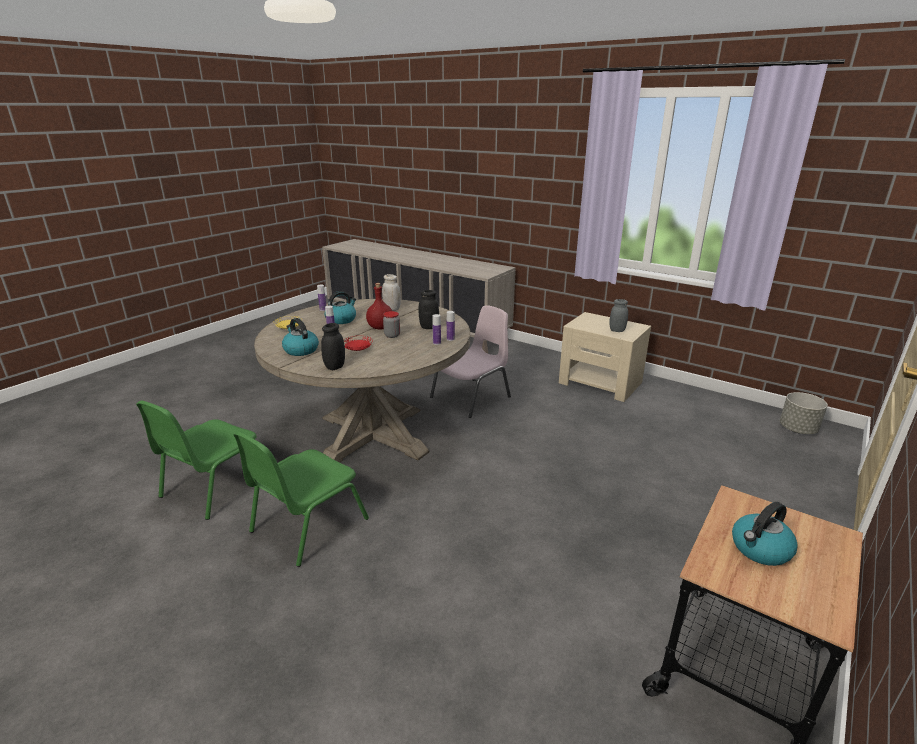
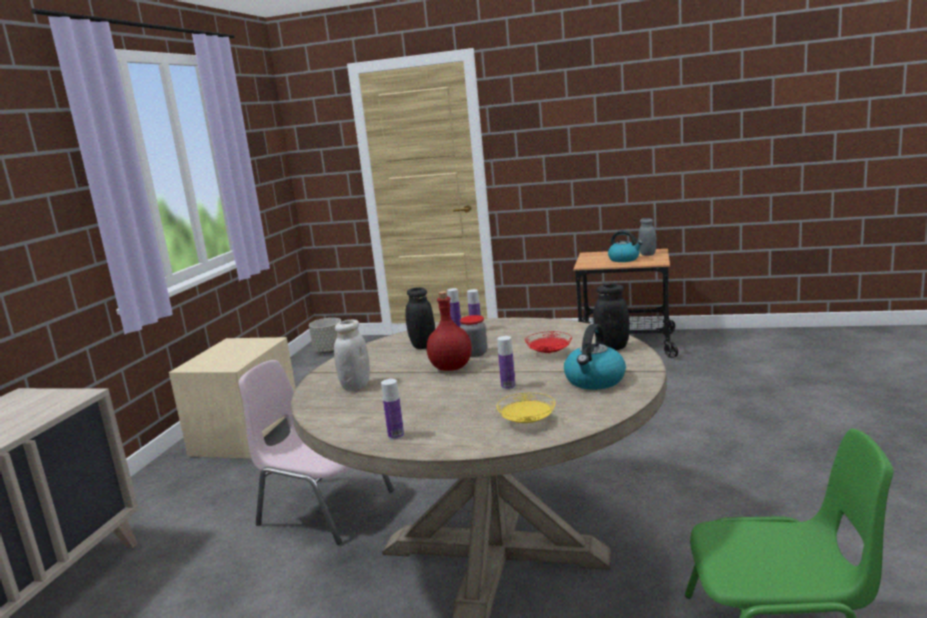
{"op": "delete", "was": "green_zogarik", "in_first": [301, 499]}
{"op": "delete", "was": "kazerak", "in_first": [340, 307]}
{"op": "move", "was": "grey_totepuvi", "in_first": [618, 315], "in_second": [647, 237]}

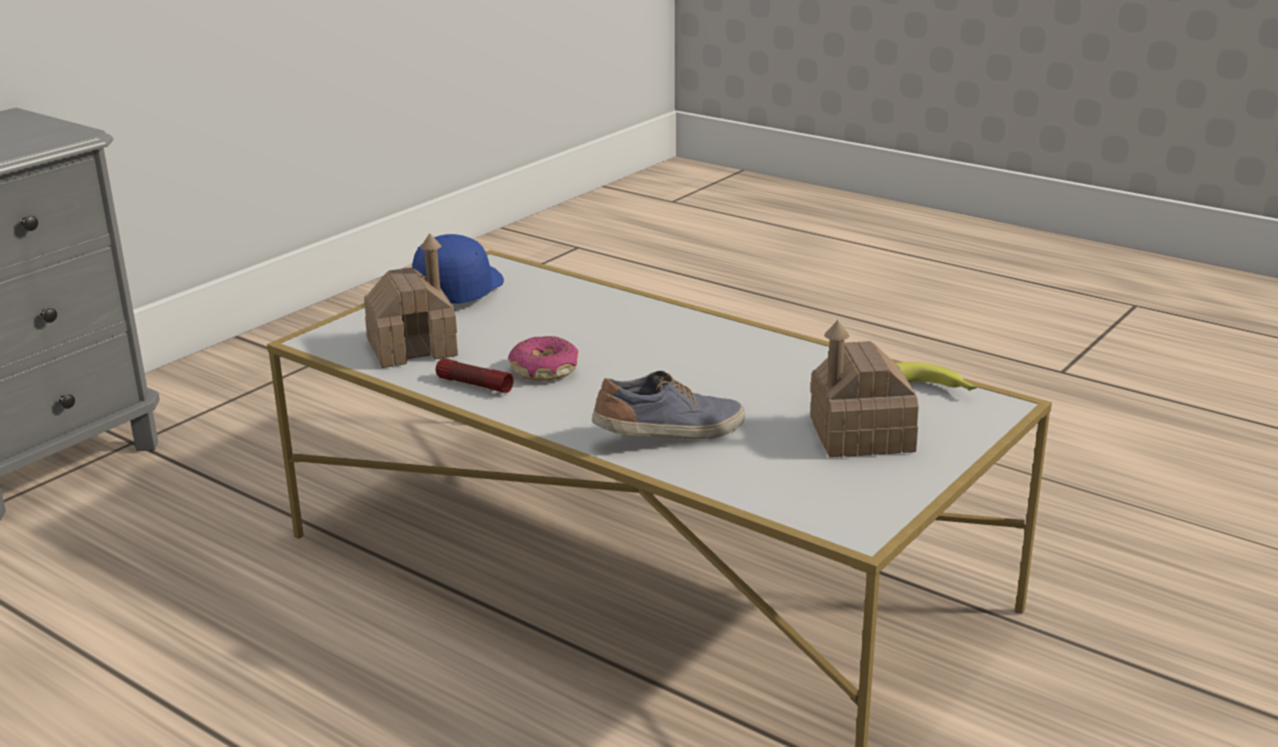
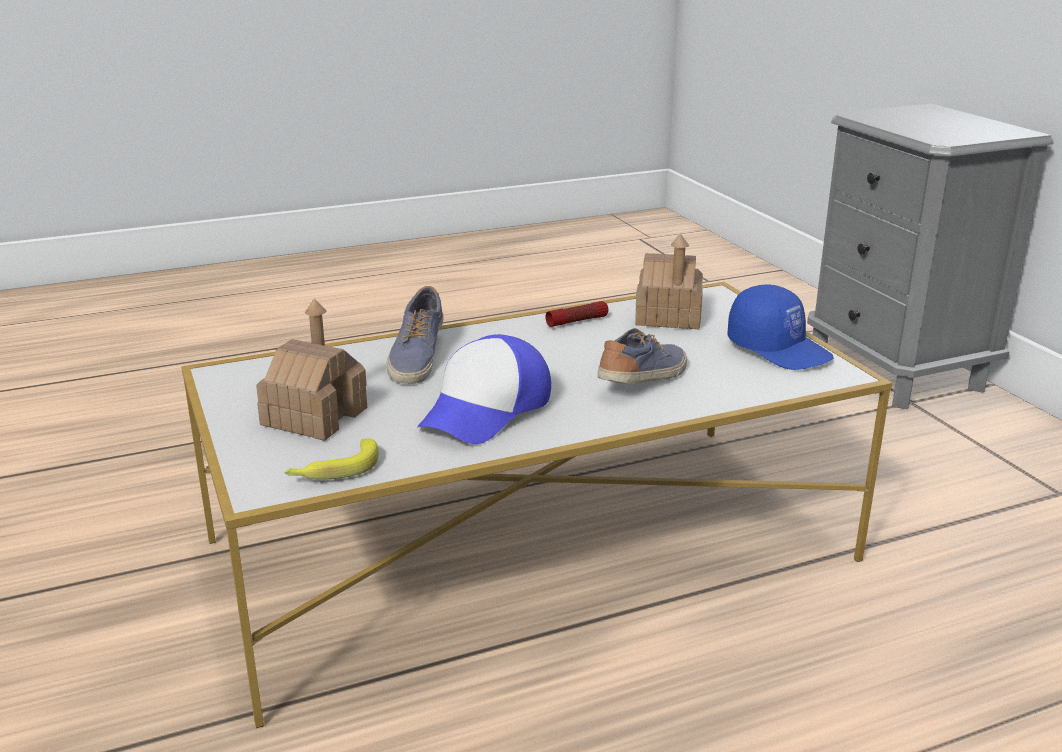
{"op": "delete", "was": "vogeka", "in_first": [543, 358]}
{"op": "insert", "now": "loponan", "in_second": [484, 389]}
{"op": "insert", "now": "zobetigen", "in_second": [642, 356]}

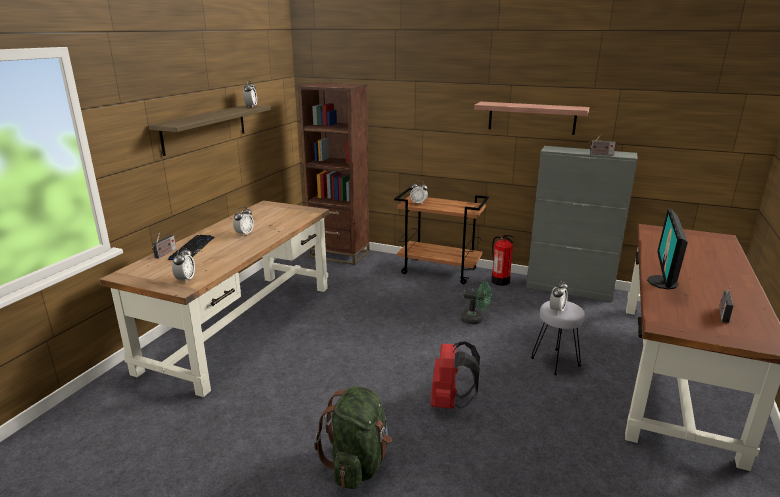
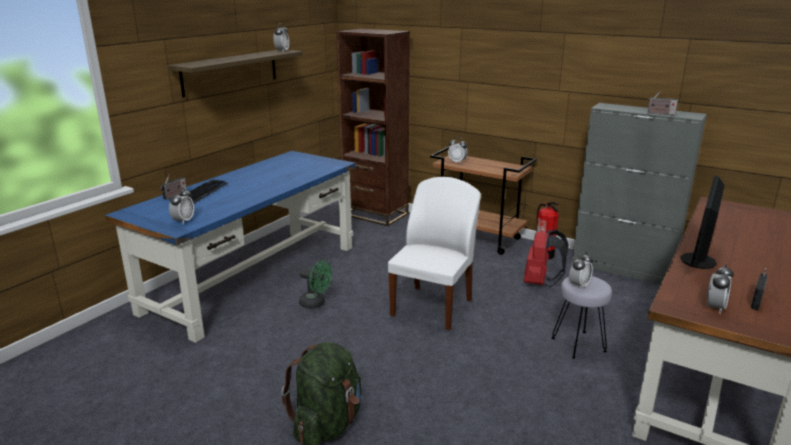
{"op": "delete", "was": "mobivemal", "in_first": [531, 118]}
{"op": "insert", "now": "white_zogarik", "in_second": [434, 253]}
{"op": "move", "was": "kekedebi", "in_first": [243, 222], "in_second": [720, 289]}
{"op": "move", "was": "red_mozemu", "in_first": [455, 375], "in_second": [546, 258]}
{"op": "move", "was": "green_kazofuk", "in_first": [476, 303], "in_second": [315, 284]}
{"op": "recolor", "was": "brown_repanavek", "now": "blue_repanavek", "in_first": [214, 299], "in_second": [230, 247]}

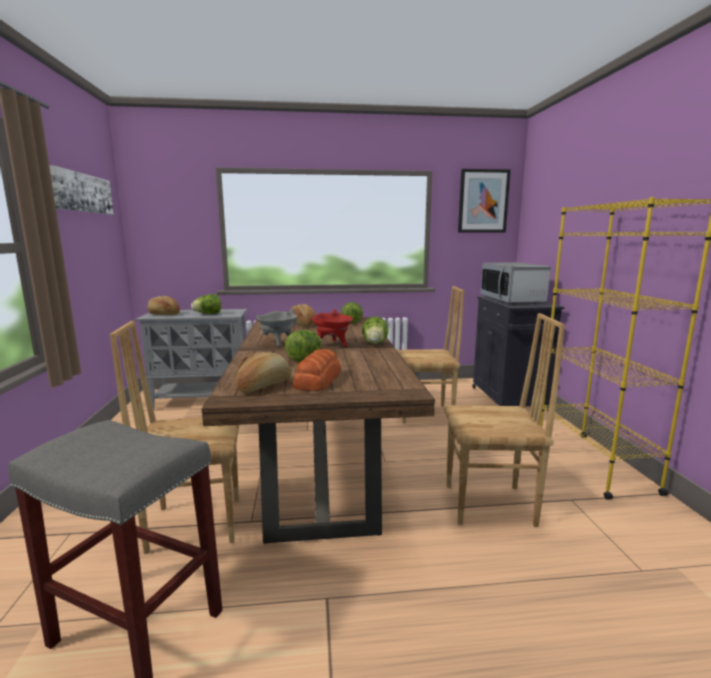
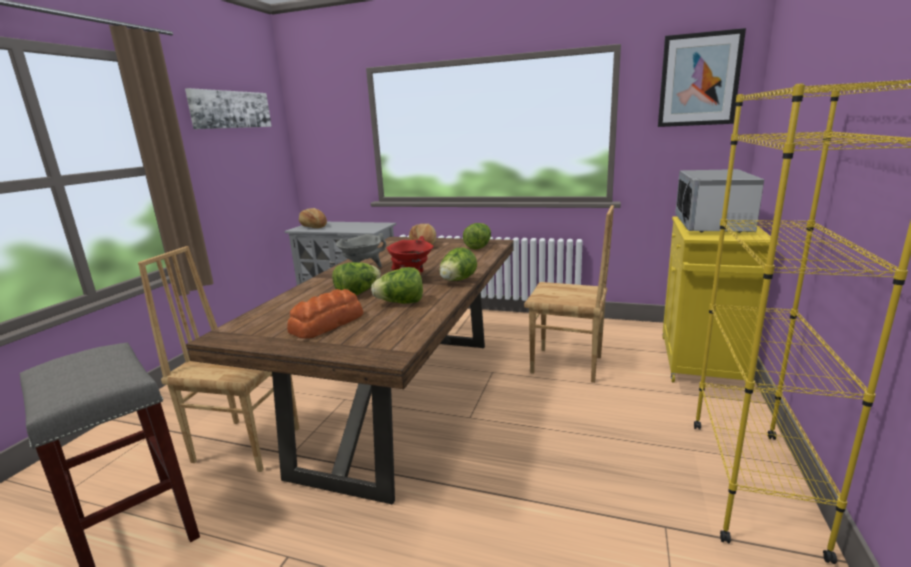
{"op": "delete", "was": "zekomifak", "in_first": [264, 372]}
{"op": "delete", "was": "brown_zogarik", "in_first": [504, 420]}
{"op": "move", "was": "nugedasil", "in_first": [206, 304], "in_second": [397, 285]}
{"op": "recolor", "was": "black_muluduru", "now": "yellow_muluduru", "in_first": [518, 354], "in_second": [720, 300]}

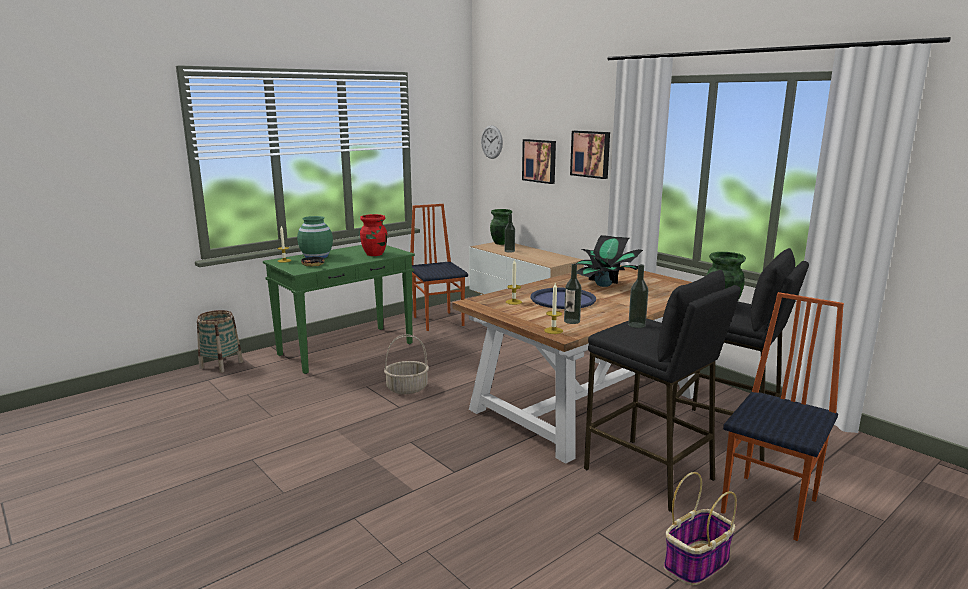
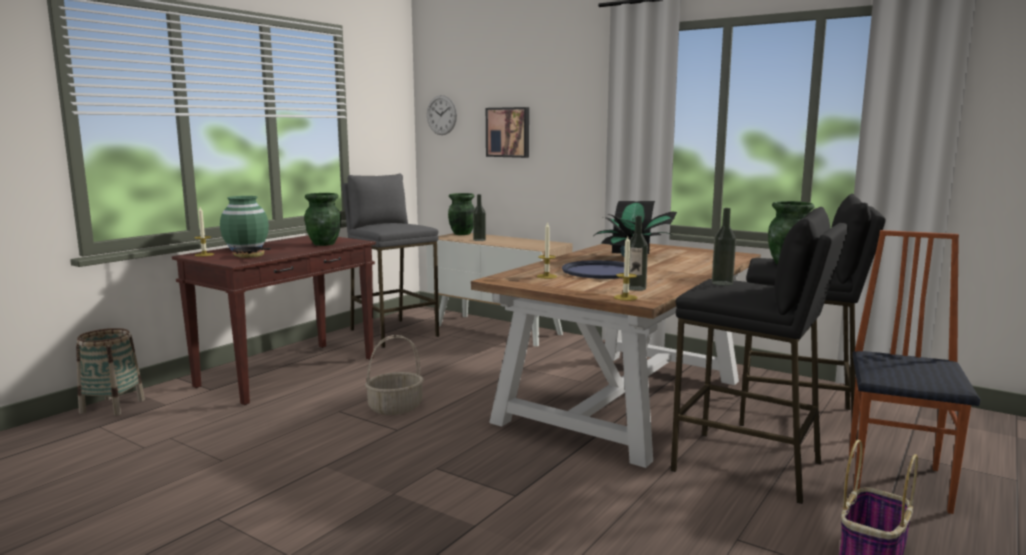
{"op": "delete", "was": "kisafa", "in_first": [590, 155]}
{"op": "replace", "was": "zogarik", "now": "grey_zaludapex", "in_first": [439, 267], "in_second": [390, 261]}
{"op": "recolor", "was": "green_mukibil", "now": "brown_mukibil", "in_first": [339, 309], "in_second": [274, 320]}
{"op": "recolor", "was": "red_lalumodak", "now": "green_lalumodak", "in_first": [373, 235], "in_second": [322, 219]}

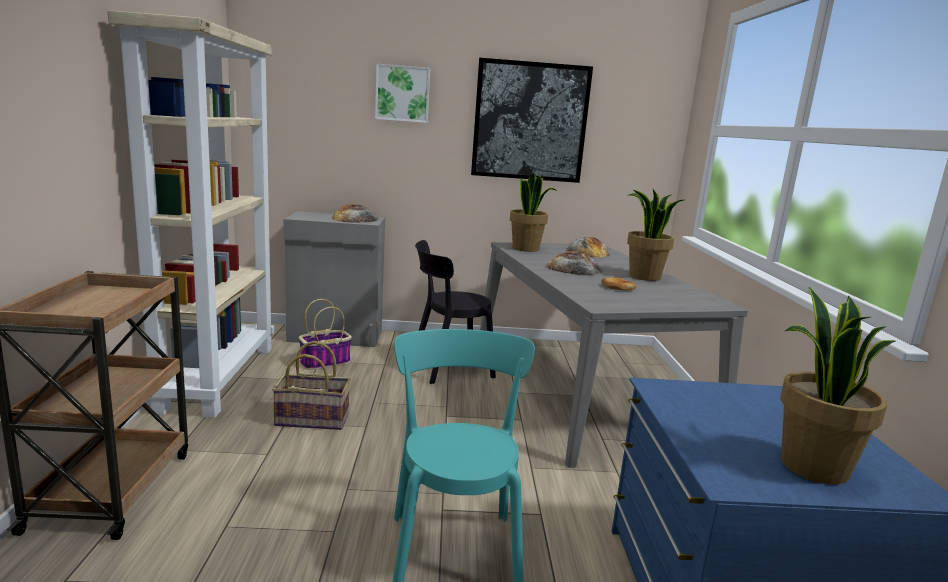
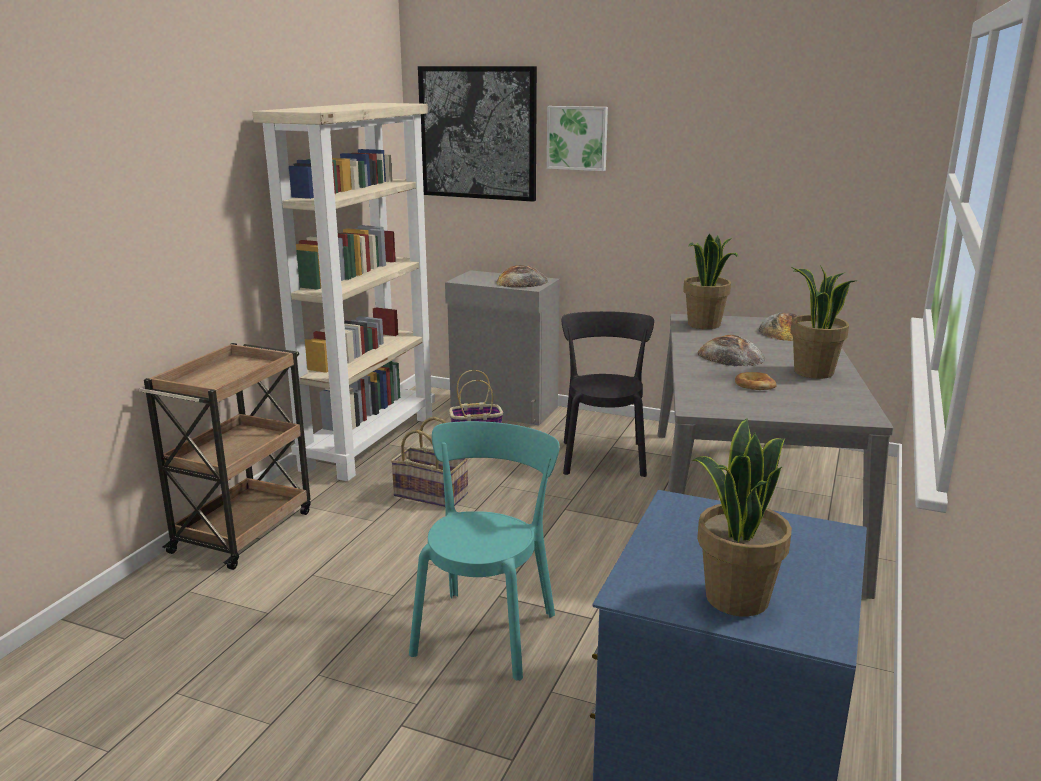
{"op": "move", "was": "kisafa", "in_first": [532, 120], "in_second": [477, 134]}
{"op": "rotate", "was": "black_zogarik", "in_first": [455, 312], "in_second": [608, 394], "clockwise": 90}

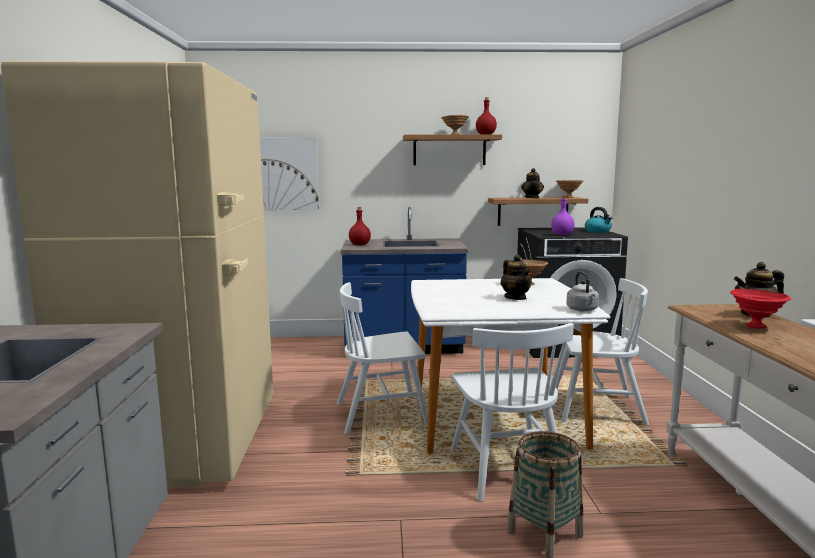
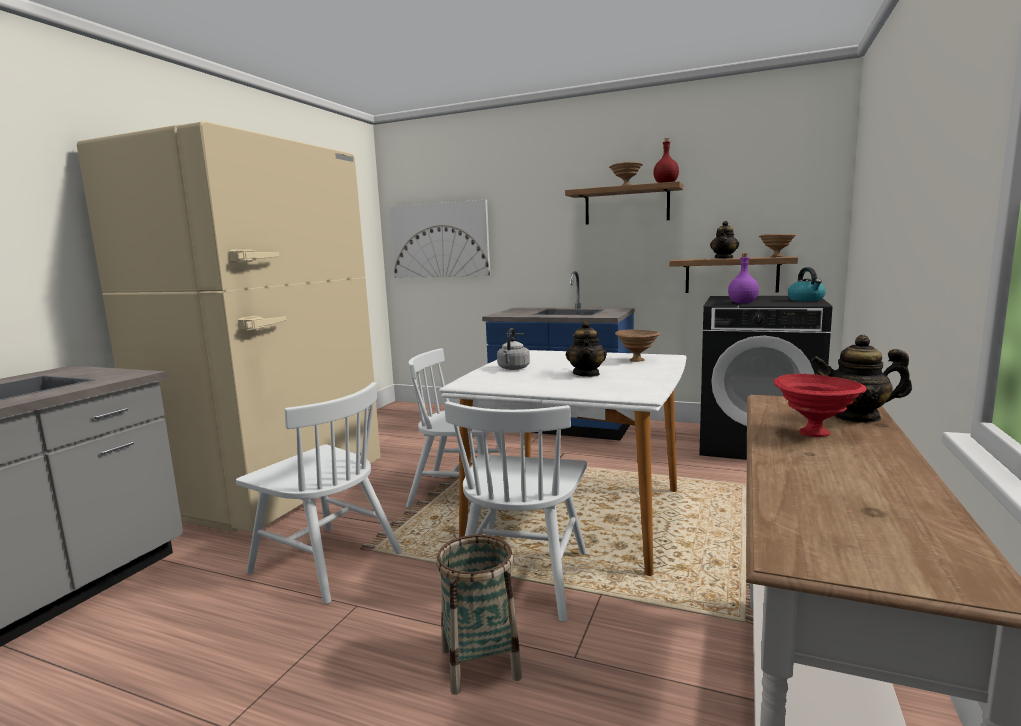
{"op": "delete", "was": "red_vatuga", "in_first": [360, 226]}
{"op": "move", "was": "white_zogarik", "in_first": [602, 352], "in_second": [319, 493]}
{"op": "move", "was": "grey_kazerak", "in_first": [582, 291], "in_second": [513, 349]}

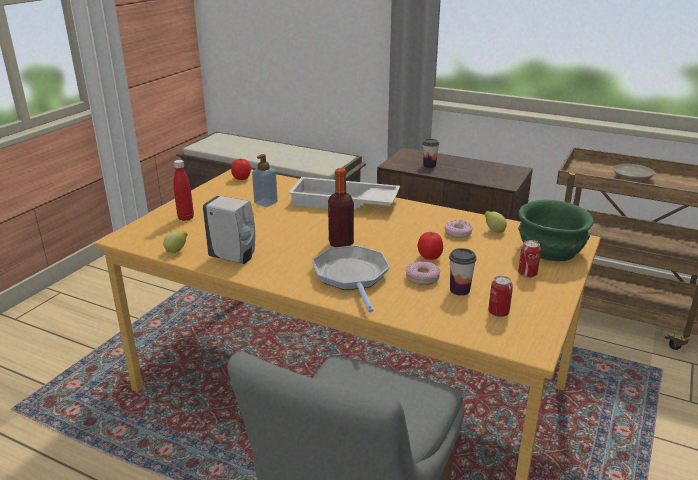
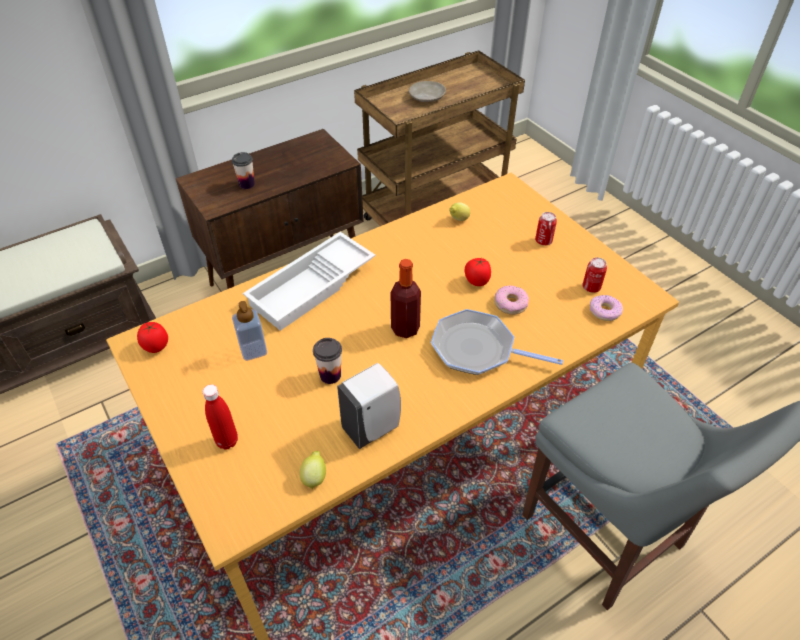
{"op": "delete", "was": "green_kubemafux", "in_first": [556, 230]}
{"op": "move", "was": "vogeka", "in_first": [459, 229], "in_second": [606, 308]}
{"op": "move", "was": "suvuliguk", "in_first": [463, 272], "in_second": [327, 361]}

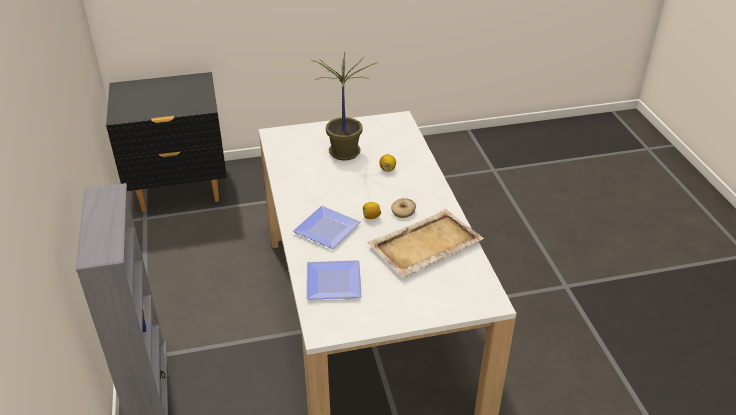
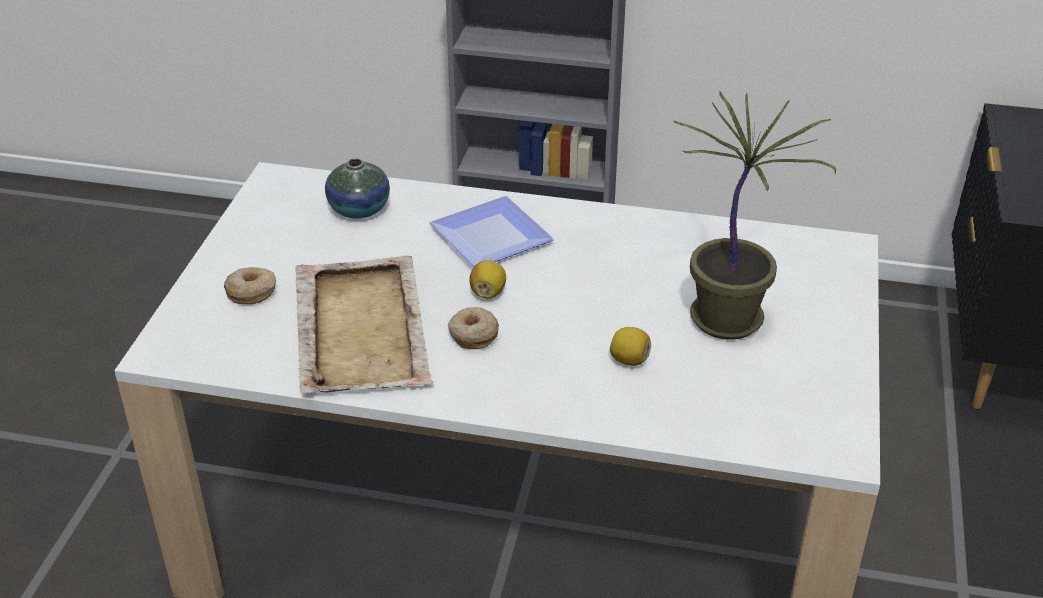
{"op": "insert", "now": "vogeka", "in_second": [250, 285]}
{"op": "replace", "was": "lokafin", "now": "lalumodak", "in_first": [334, 280], "in_second": [357, 188]}

